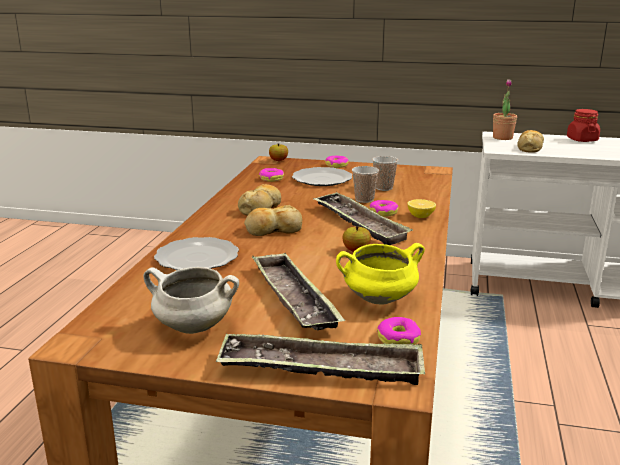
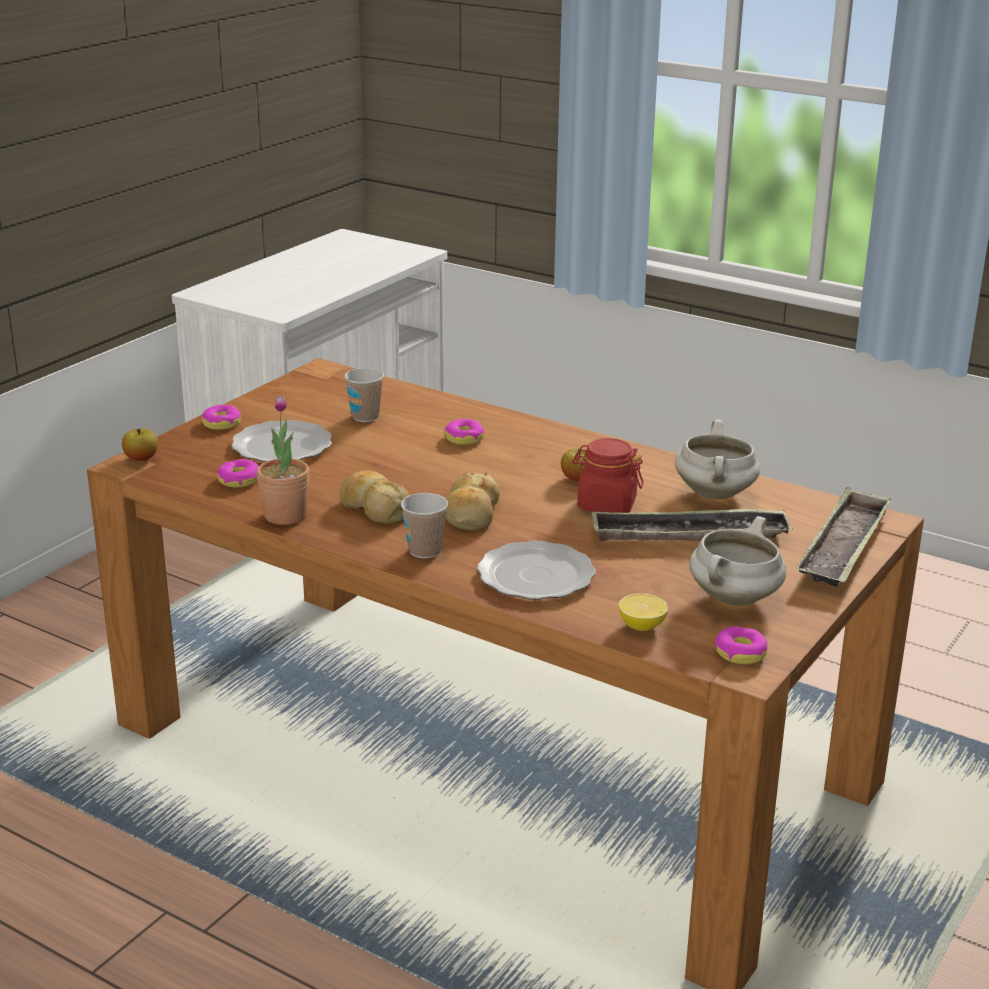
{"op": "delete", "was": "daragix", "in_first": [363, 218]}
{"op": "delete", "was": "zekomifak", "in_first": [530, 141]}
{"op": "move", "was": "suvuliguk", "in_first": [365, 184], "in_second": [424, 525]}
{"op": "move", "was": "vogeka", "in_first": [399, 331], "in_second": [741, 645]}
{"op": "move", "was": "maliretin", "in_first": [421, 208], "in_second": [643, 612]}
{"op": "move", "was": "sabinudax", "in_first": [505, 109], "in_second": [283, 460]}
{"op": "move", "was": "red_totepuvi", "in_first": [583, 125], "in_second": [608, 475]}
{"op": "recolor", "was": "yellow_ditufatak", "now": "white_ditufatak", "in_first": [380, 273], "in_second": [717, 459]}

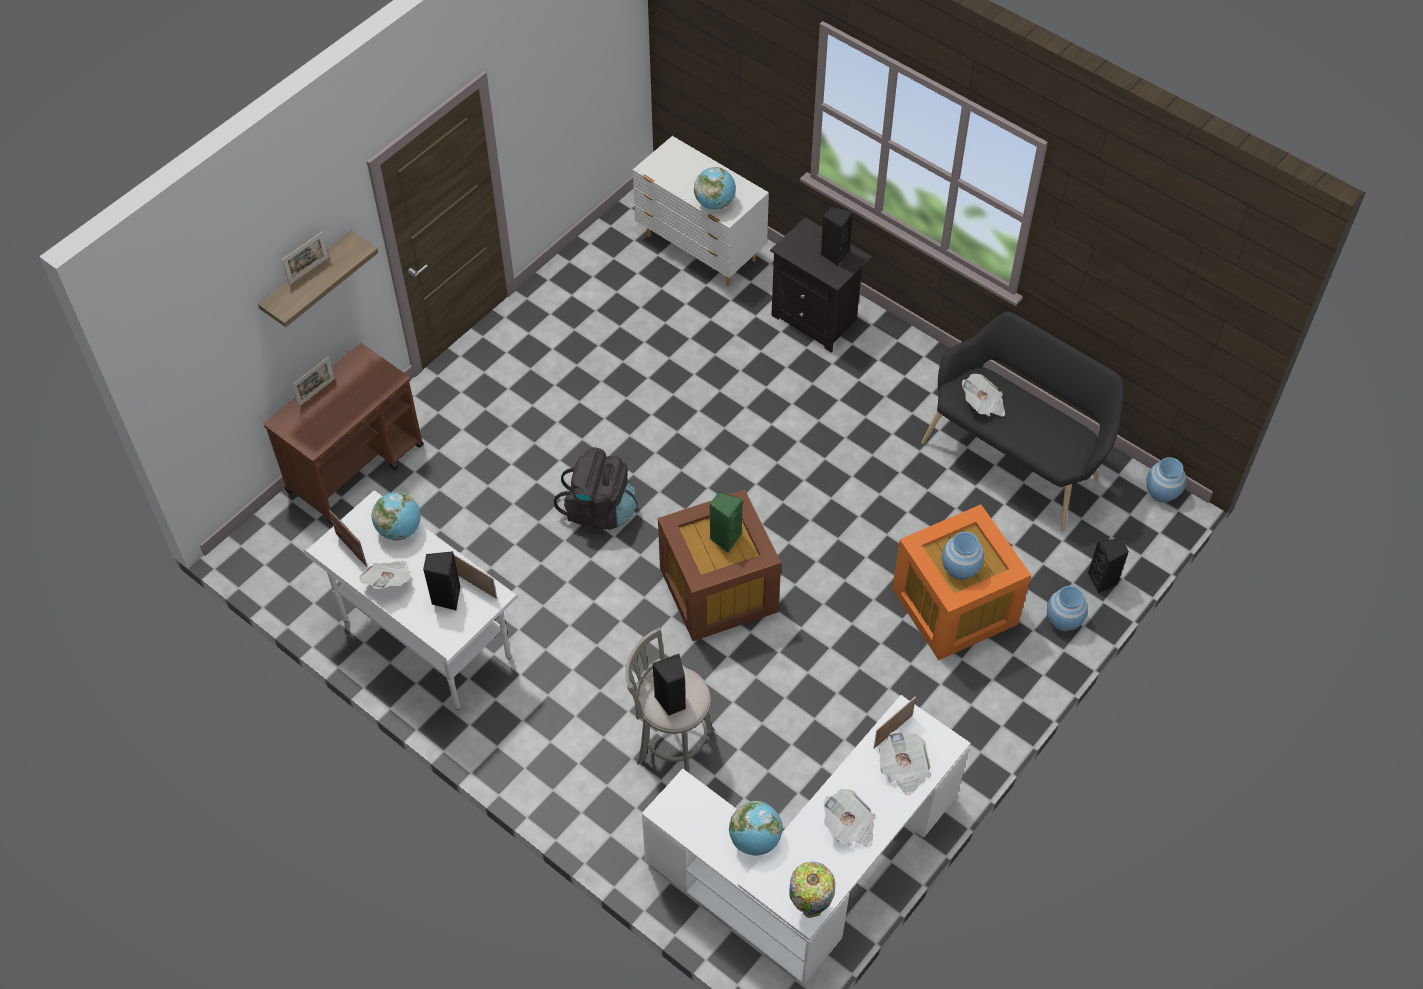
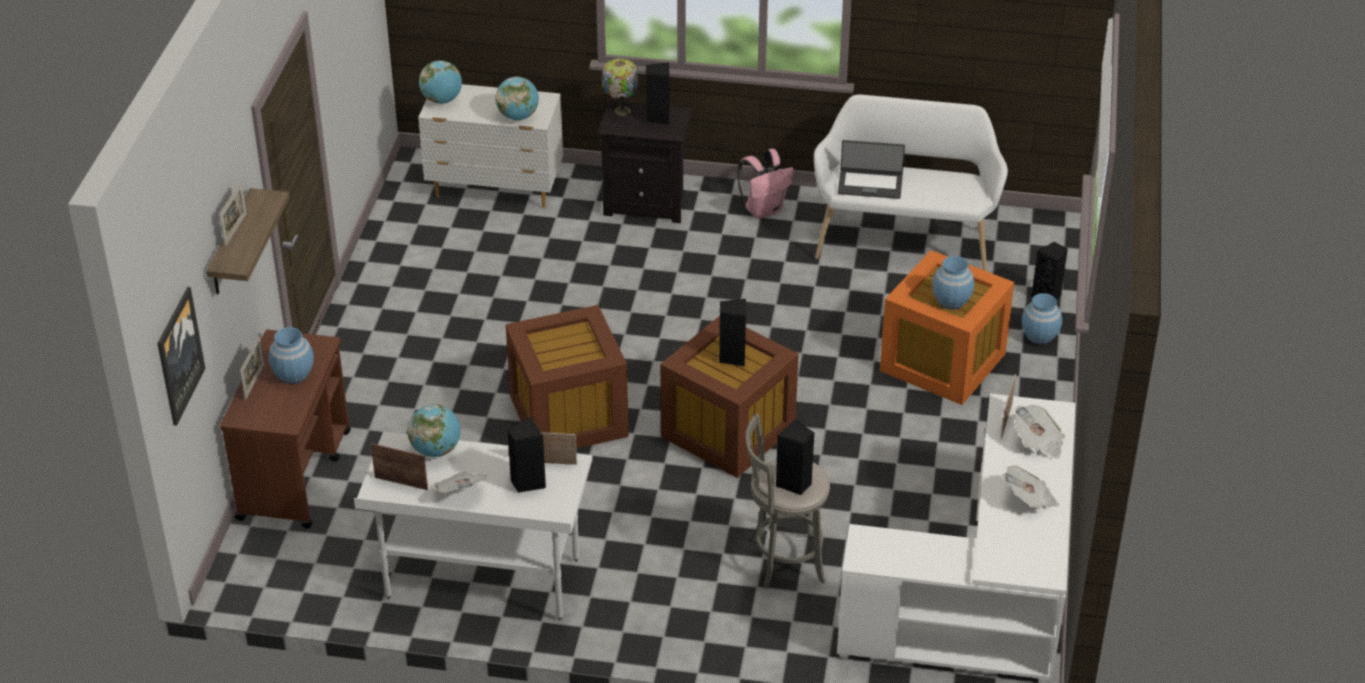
{"op": "insert", "now": "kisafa", "in_second": [181, 356]}
{"op": "insert", "now": "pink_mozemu", "in_second": [765, 184]}
{"op": "move", "was": "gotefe", "in_first": [756, 828], "in_second": [440, 82]}
{"op": "move", "was": "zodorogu", "in_first": [812, 890], "in_second": [620, 87]}
{"op": "move", "was": "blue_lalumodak", "in_first": [1166, 479], "in_second": [291, 355]}
{"op": "replace", "was": "black_mozemu", "now": "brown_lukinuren", "in_first": [595, 488], "in_second": [567, 377]}
{"op": "replace", "was": "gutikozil", "now": "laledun", "in_first": [983, 395], "in_second": [871, 169]}
{"op": "recolor", "was": "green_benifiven", "now": "black_benifiven", "in_first": [726, 522], "in_second": [732, 333]}
{"op": "recolor", "was": "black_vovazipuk", "now": "white_vovazipuk", "in_first": [1022, 421], "in_second": [911, 183]}

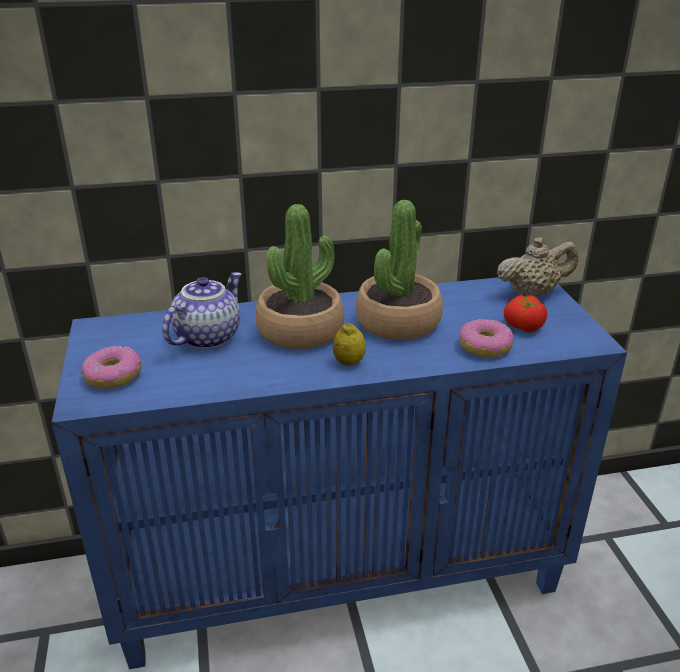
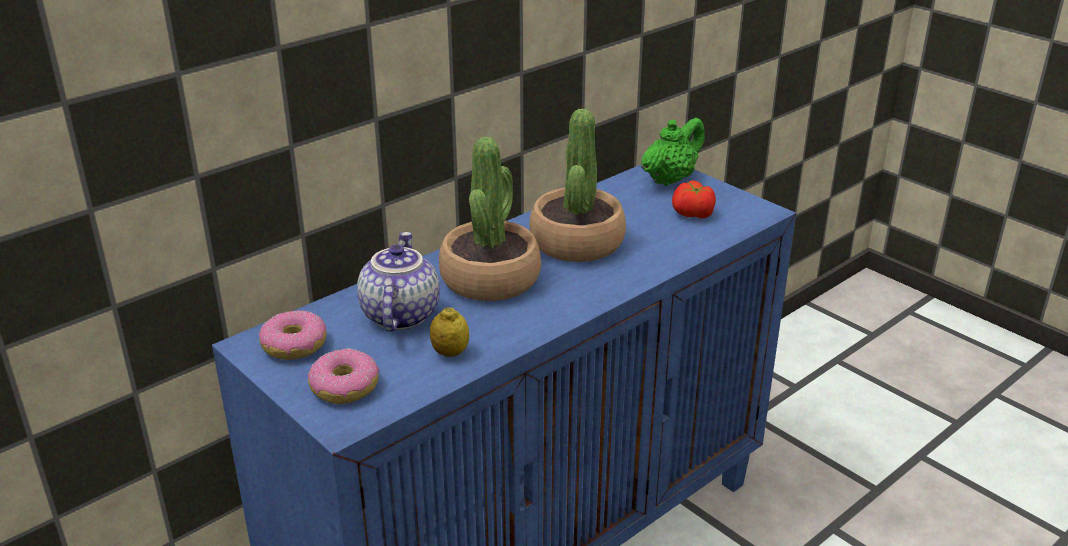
{"op": "move", "was": "maliretin", "in_first": [349, 344], "in_second": [449, 332]}
{"op": "move", "was": "vogeka", "in_first": [486, 338], "in_second": [292, 335]}
{"op": "recolor", "was": "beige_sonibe", "now": "green_sonibe", "in_first": [537, 267], "in_second": [673, 152]}

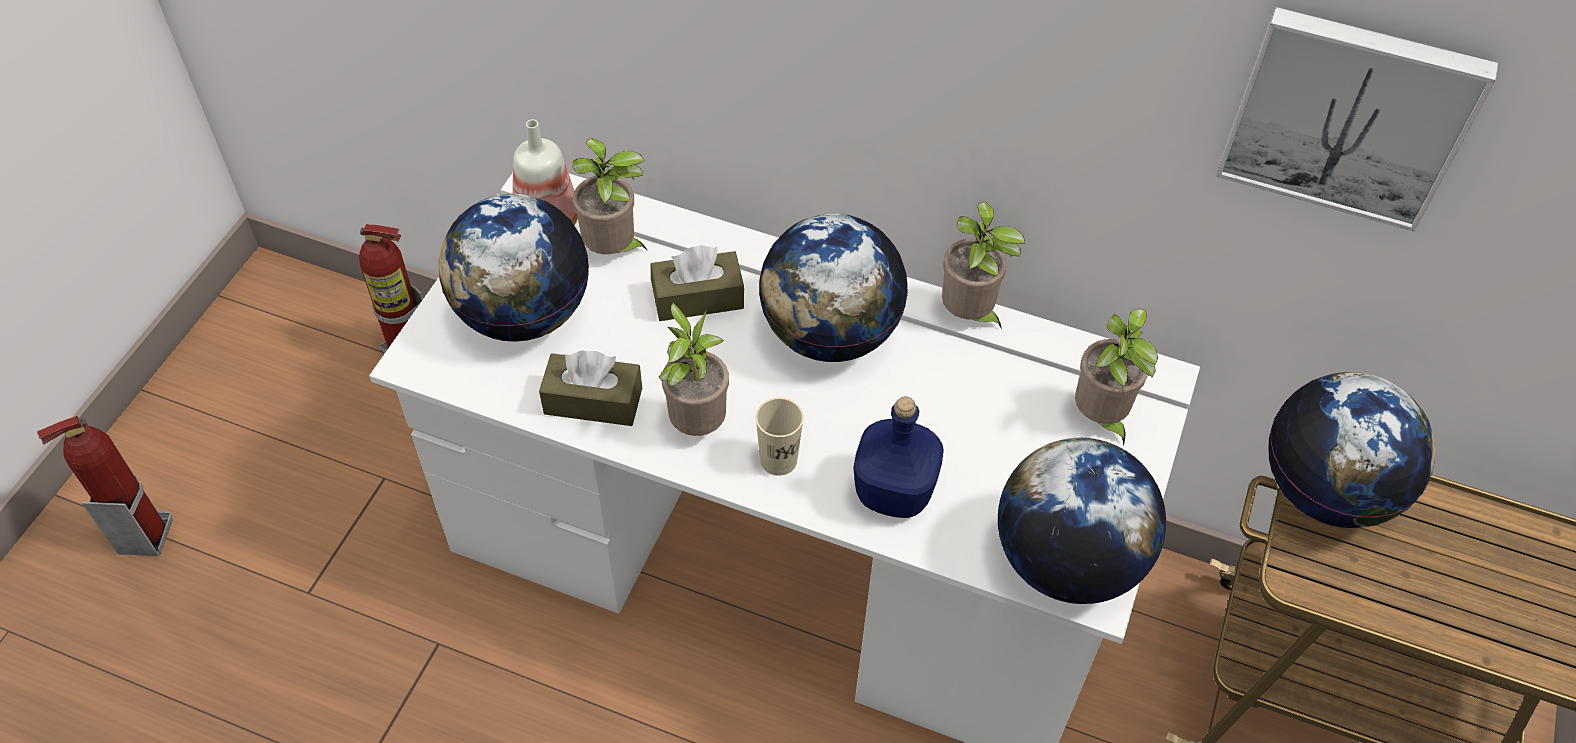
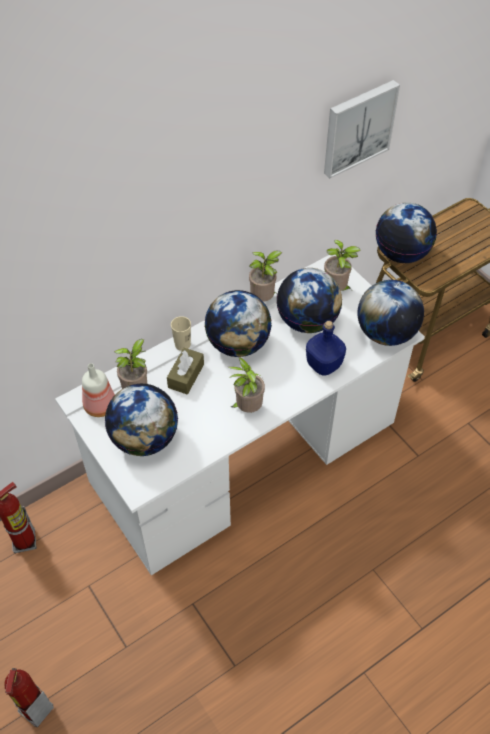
{"op": "delete", "was": "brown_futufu", "in_first": [590, 388]}
{"op": "insert", "now": "gotefe", "in_second": [309, 300]}
{"op": "move", "was": "beige_suvuliguk", "in_first": [780, 437], "in_second": [181, 333]}

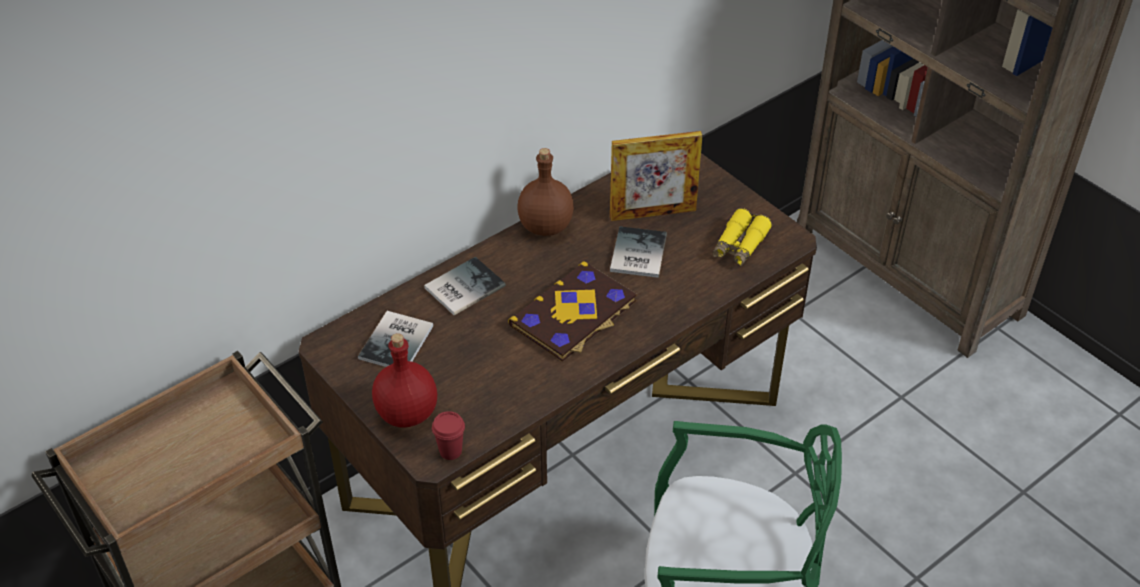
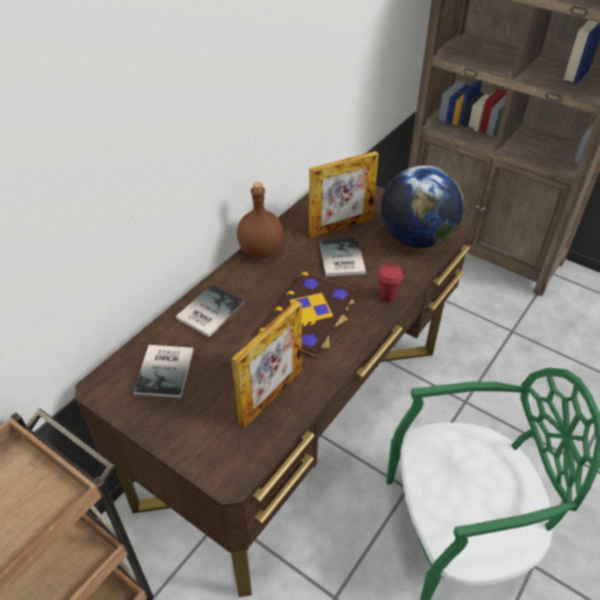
{"op": "delete", "was": "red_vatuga", "in_first": [404, 380]}
{"op": "insert", "now": "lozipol", "in_second": [266, 364]}
{"op": "move", "was": "red_suvuliguk", "in_first": [448, 435], "in_second": [390, 283]}
{"op": "replace", "was": "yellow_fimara", "now": "gotefe", "in_first": [742, 237], "in_second": [422, 206]}

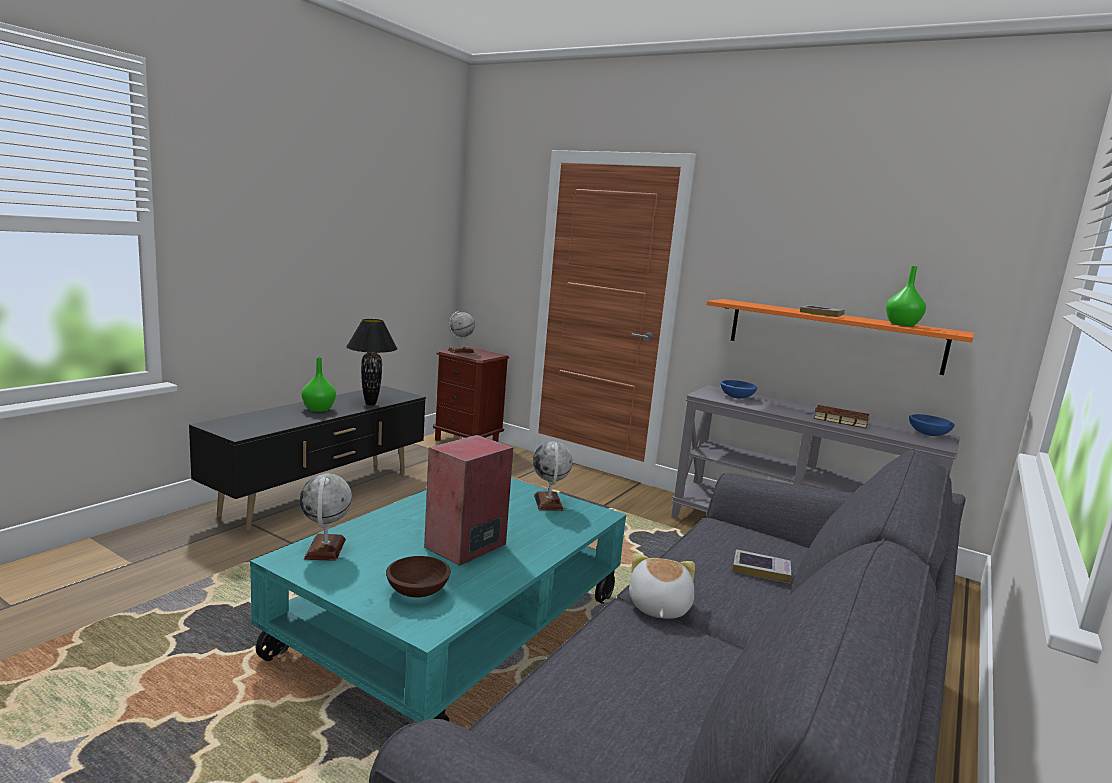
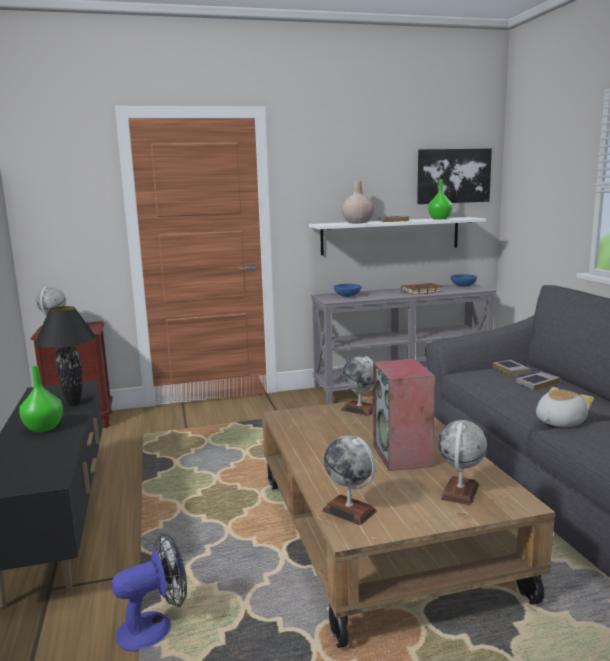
{"op": "insert", "now": "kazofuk", "in_second": [149, 592]}
{"op": "insert", "now": "beige_lalumodak", "in_second": [358, 202]}
{"op": "insert", "now": "kisafa", "in_second": [454, 176]}
{"op": "insert", "now": "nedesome", "in_second": [512, 368]}
{"op": "replace", "was": "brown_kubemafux", "now": "gotefe", "in_first": [418, 577], "in_second": [462, 462]}
{"op": "recolor", "was": "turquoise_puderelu", "now": "brown_puderelu", "in_first": [438, 600], "in_second": [408, 523]}
{"op": "recolor", "was": "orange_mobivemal", "now": "white_mobivemal", "in_first": [840, 337], "in_second": [397, 236]}
{"op": "rotate", "was": "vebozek", "in_first": [662, 586], "in_second": [565, 407], "clockwise": 90}

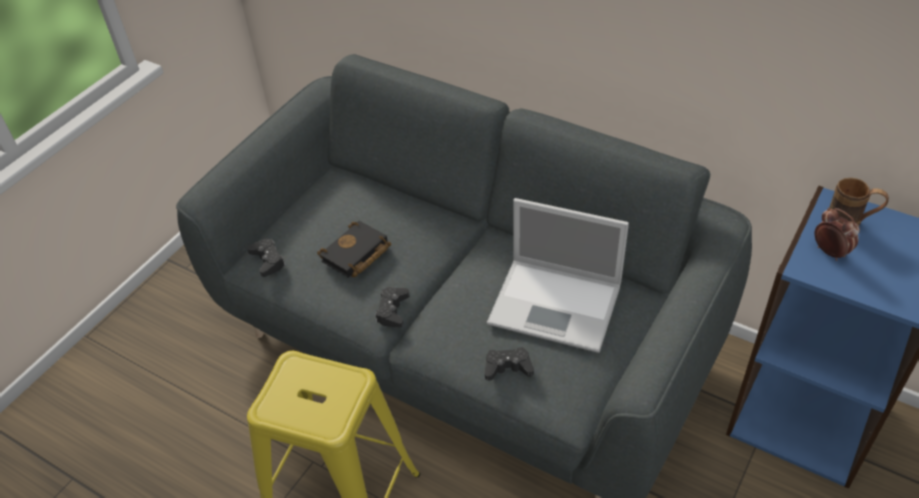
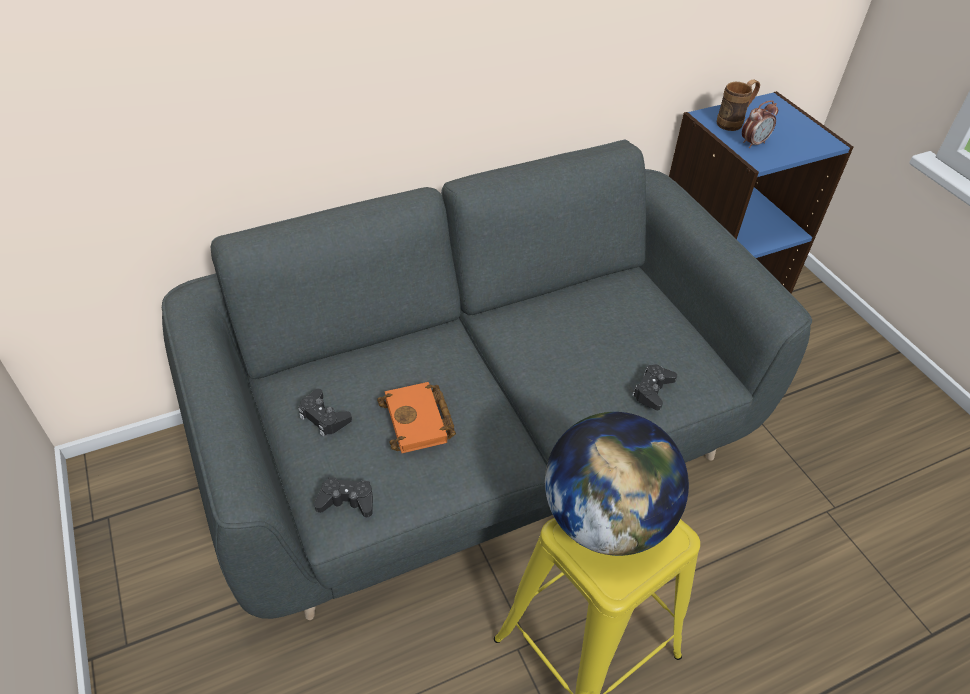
{"op": "delete", "was": "laledun", "in_first": [558, 275]}
{"op": "insert", "now": "gotefe", "in_second": [617, 484]}
{"op": "move", "was": "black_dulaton", "in_first": [392, 307], "in_second": [325, 412]}
{"op": "recolor", "was": "black_nedesome", "now": "orange_nedesome", "in_first": [354, 249], "in_second": [416, 417]}
{"op": "rotate", "was": "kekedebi", "in_first": [837, 234], "in_second": [760, 124], "clockwise": 150}

